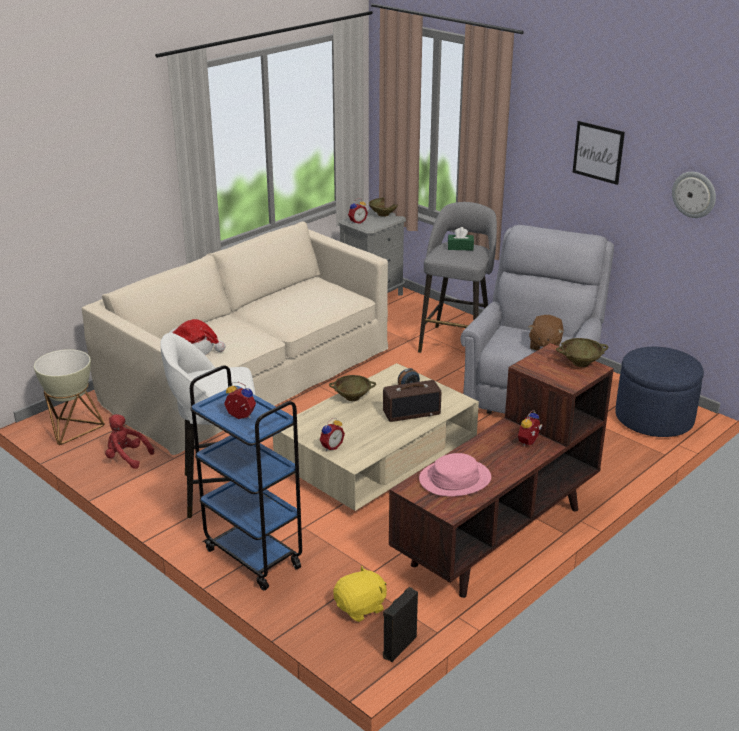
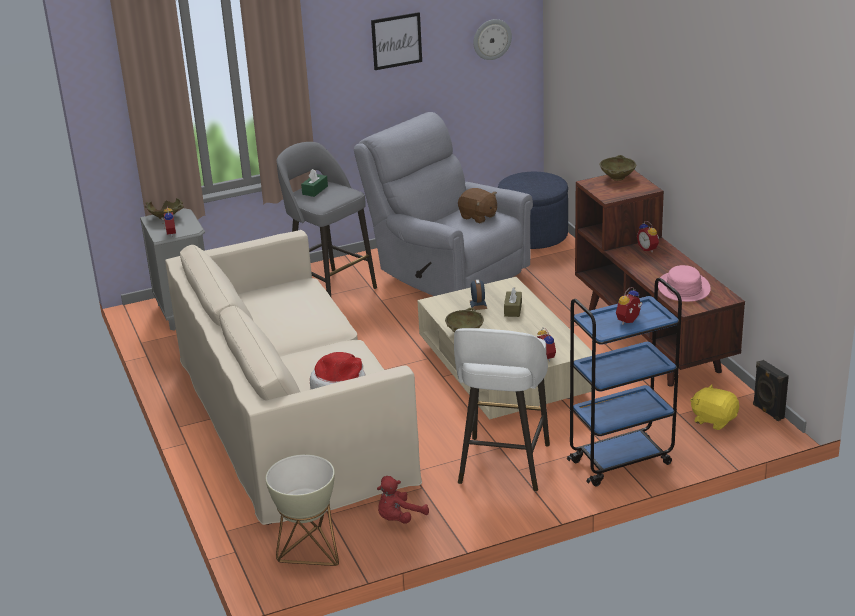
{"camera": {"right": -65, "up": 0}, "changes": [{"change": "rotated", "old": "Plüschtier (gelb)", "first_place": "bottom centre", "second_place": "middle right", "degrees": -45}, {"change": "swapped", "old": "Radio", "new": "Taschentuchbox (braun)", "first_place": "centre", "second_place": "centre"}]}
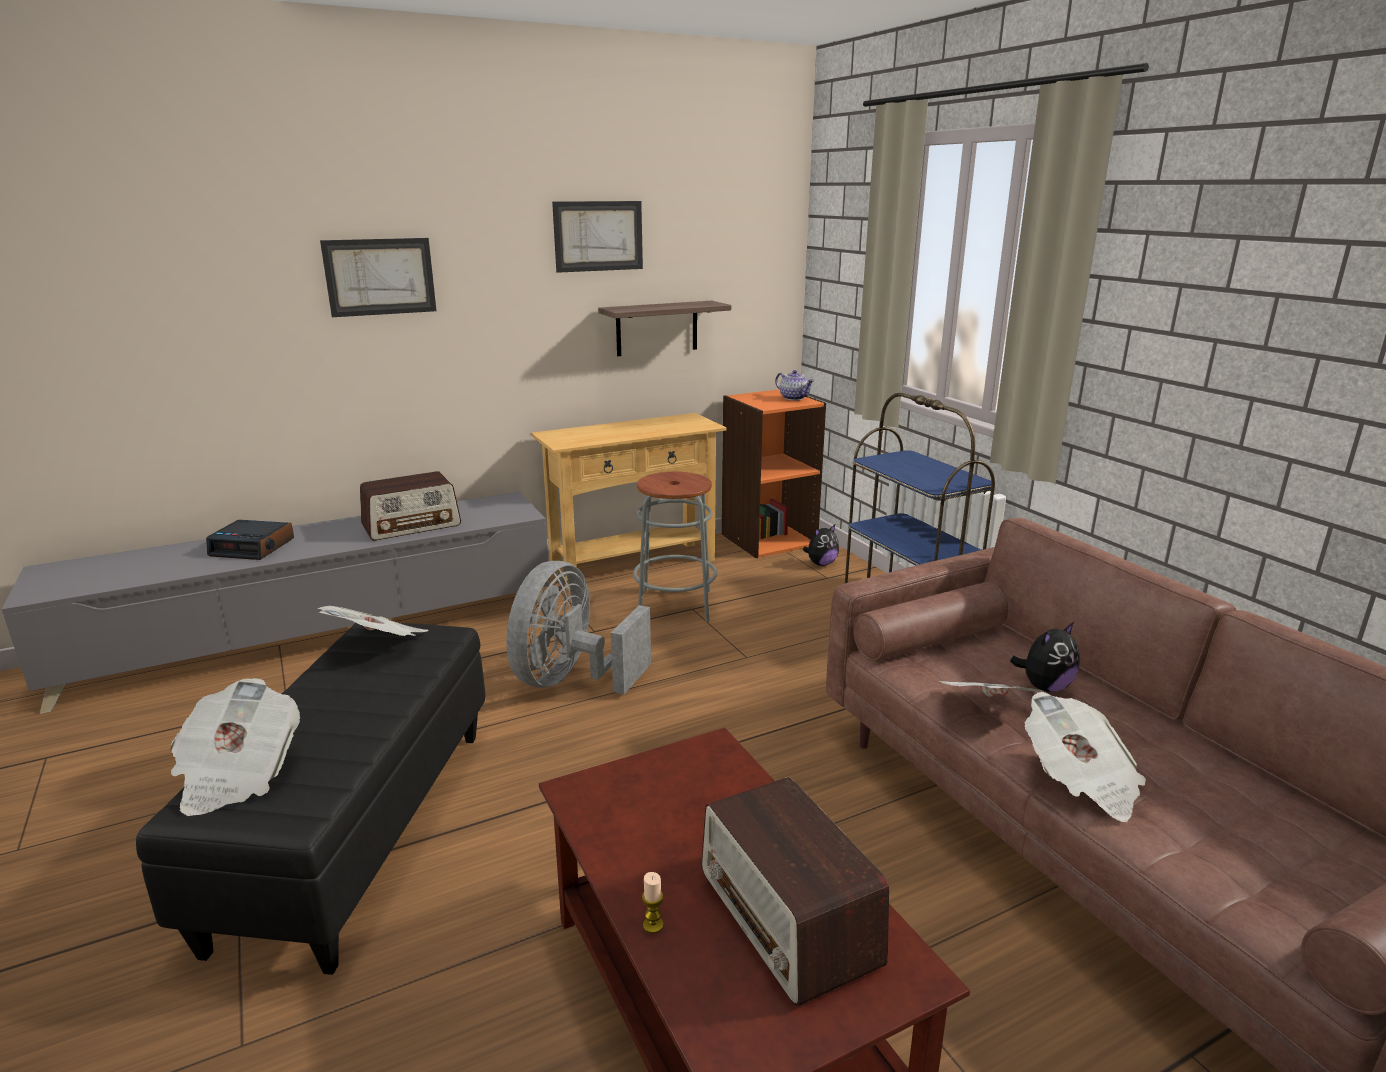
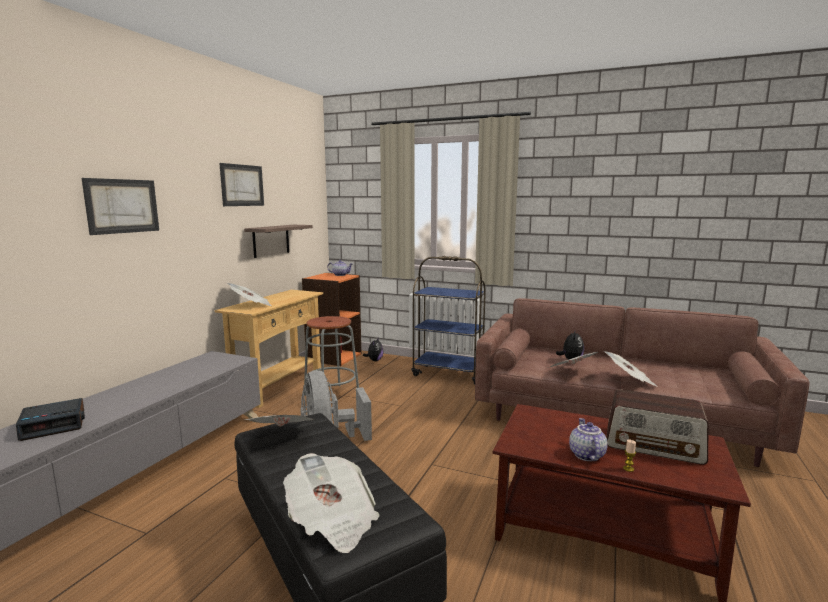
{"camera": {"right": -40, "up": -10}, "changes": [{"change": "gone", "old": "Radio (no. 1 from left)", "first_place": "middle left"}, {"change": "new", "new": "Zeitung (no. 1 from left)", "second_place": "middle left"}, {"change": "new", "new": "Teekanne (no. 2 from left)", "second_place": "bottom right"}]}
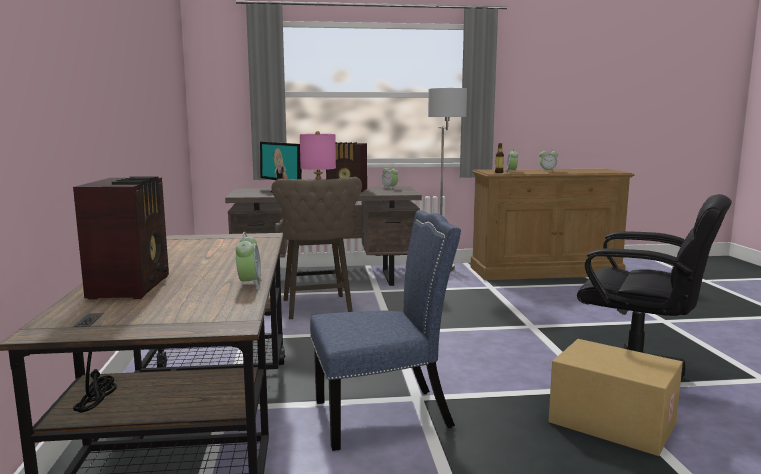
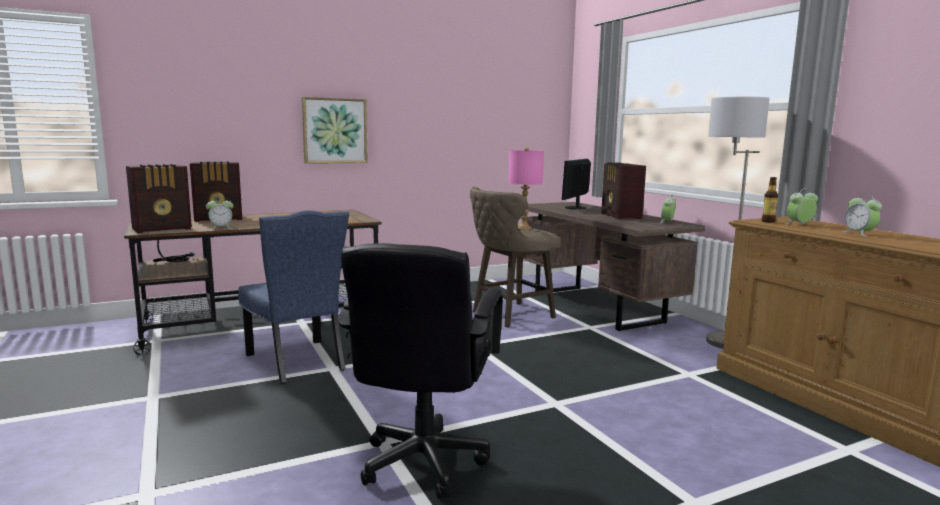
{"camera": {"right": 70, "up": 0}, "changes": [{"change": "gone", "old": "Karton", "first_place": "bottom right"}, {"change": "new", "new": "Radio (no. 1 from left)", "second_place": "middle left"}, {"change": "new", "new": "Bild", "second_place": "top centre"}]}
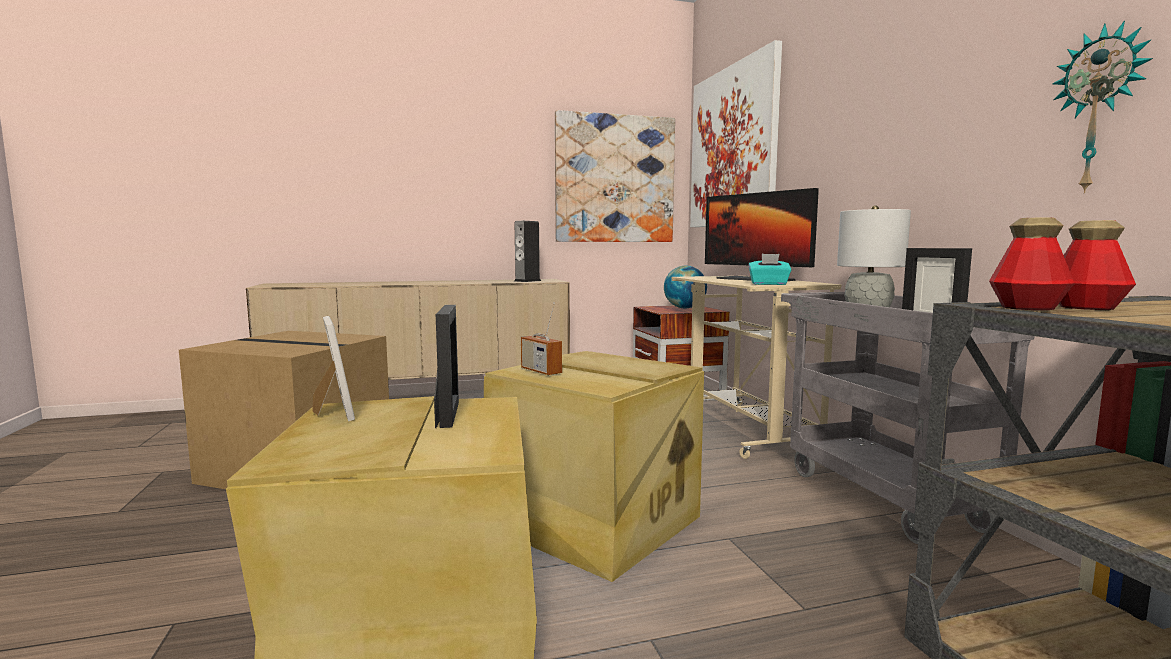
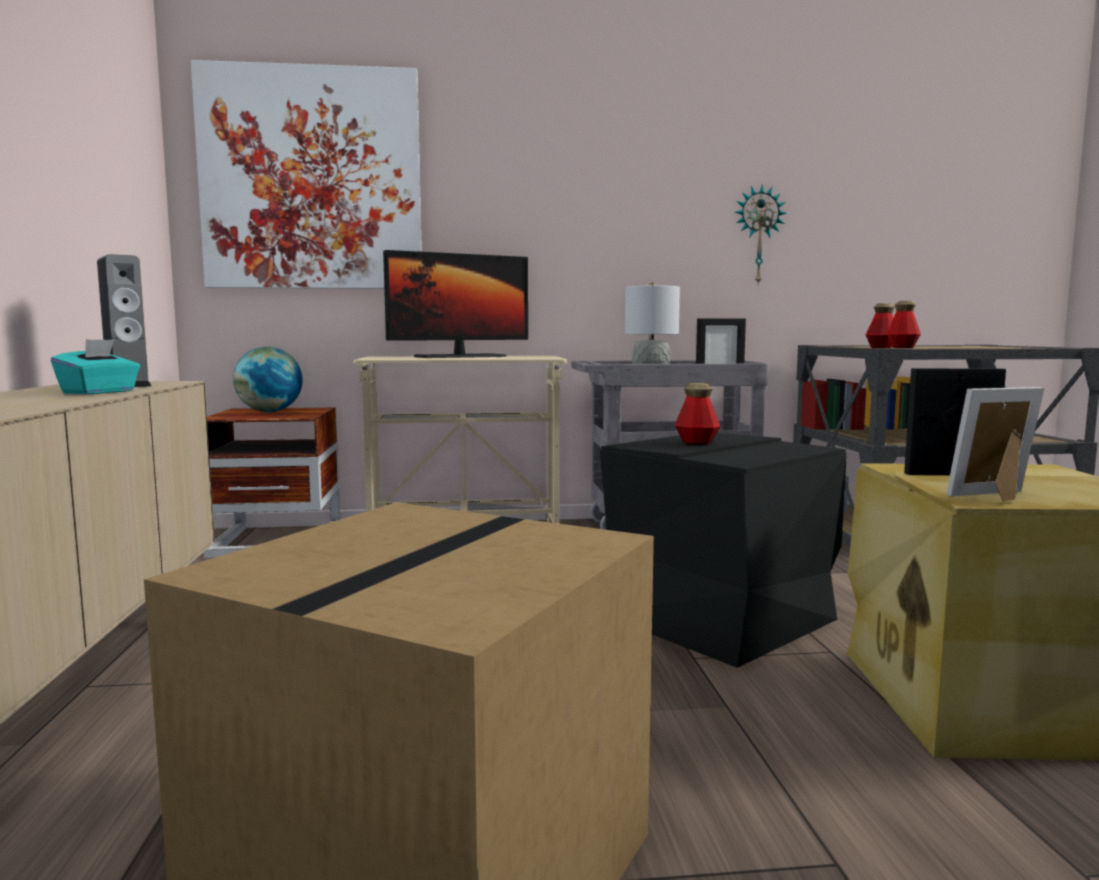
{"camera": {"right": -80, "up": 0}, "changes": [{"change": "repainted", "old": "Aufbewahrungsbox (beige) (no. 2 from left)", "new": "Aufbewahrungsbox (schwarz)", "first_place": "bottom centre", "second_place": "centre"}, {"change": "gone", "old": "Radio", "first_place": "centre"}, {"change": "gone", "old": "Bild (no. 1 from left)", "first_place": "top centre"}, {"change": "shifted", "old": "Taschentuchbox (türkis)", "first_place": "centre", "second_place": "middle left"}, {"change": "new", "new": "Flasche (no. 1 from left)", "second_place": "centre"}]}
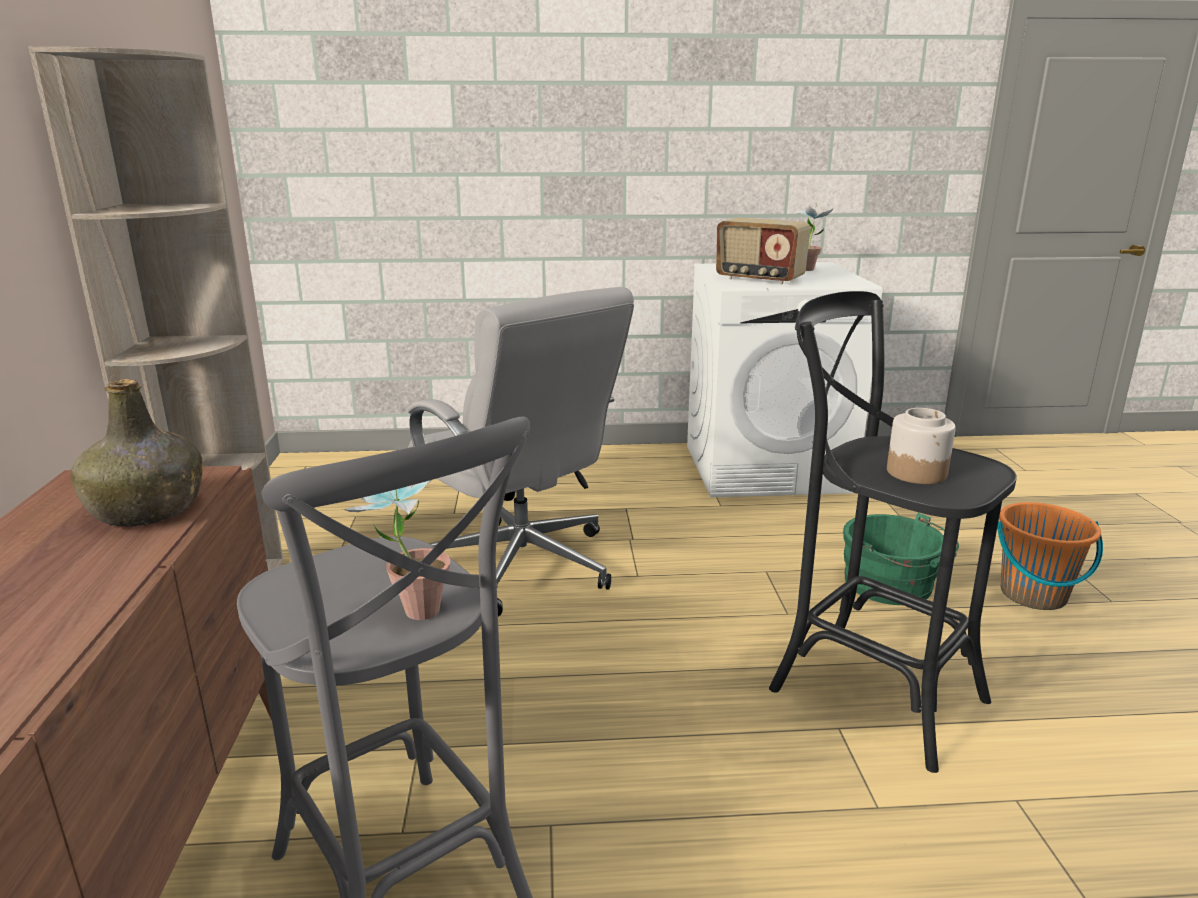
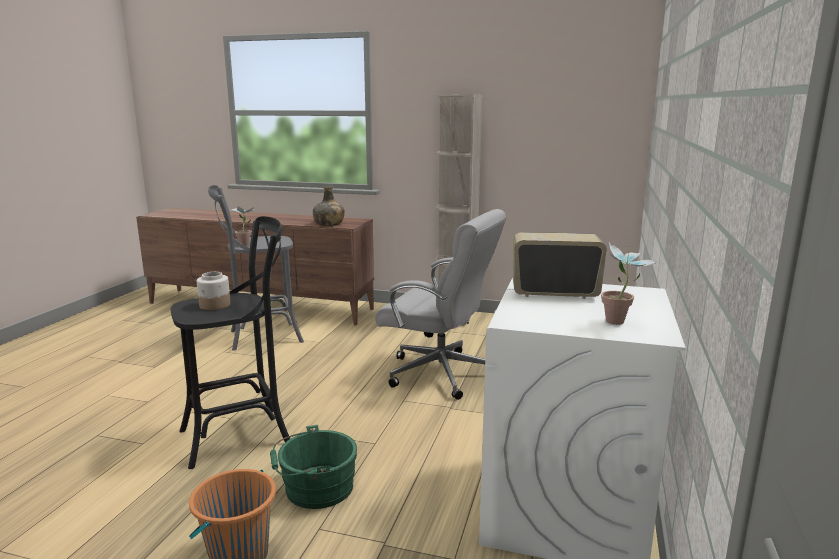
{"camera": {"right": 110, "up": -5}, "changes": [{"change": "rotated", "old": "Bürostuhl (grau)", "first_place": "centre", "second_place": "centre", "degrees": -135}, {"change": "rotated", "old": "Radio", "first_place": "top centre", "second_place": "middle right", "degrees": 45}]}
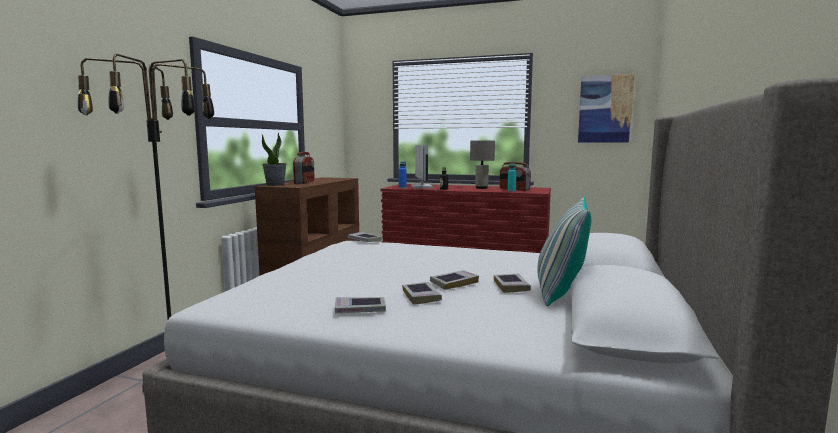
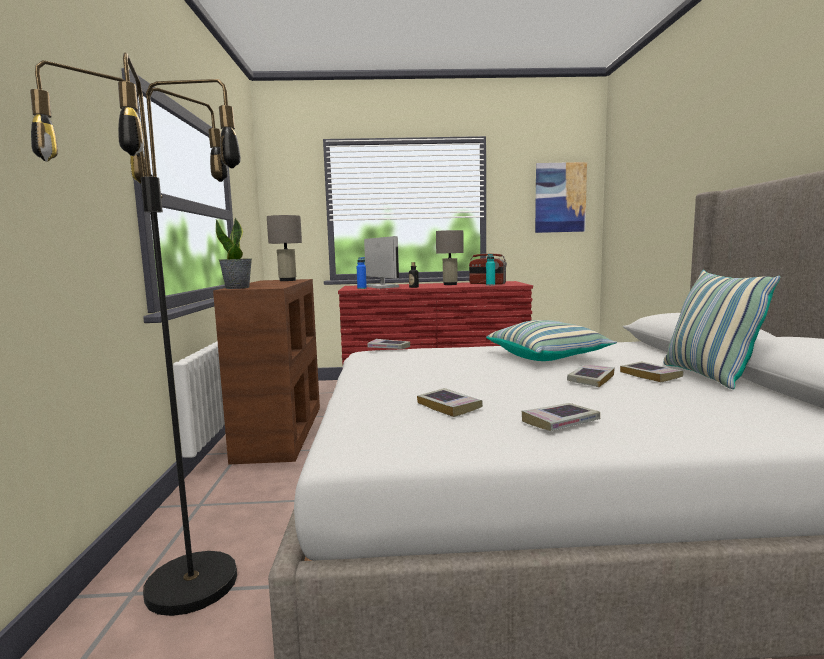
{"camera": {"right": -20, "up": 0}, "changes": [{"change": "gone", "old": "Radio (no. 1 from left)", "first_place": "centre"}, {"change": "shifted", "old": "Buch (no. 3 from left in the first image)", "new": "Buch (no. 2 from left)", "first_place": "bottom centre", "second_place": "centre"}, {"change": "new", "new": "Tischlampe (grau) (no. 1 from left)", "second_place": "centre"}, {"change": "new", "new": "Kissen (no. 1 from left)", "second_place": "middle right"}]}
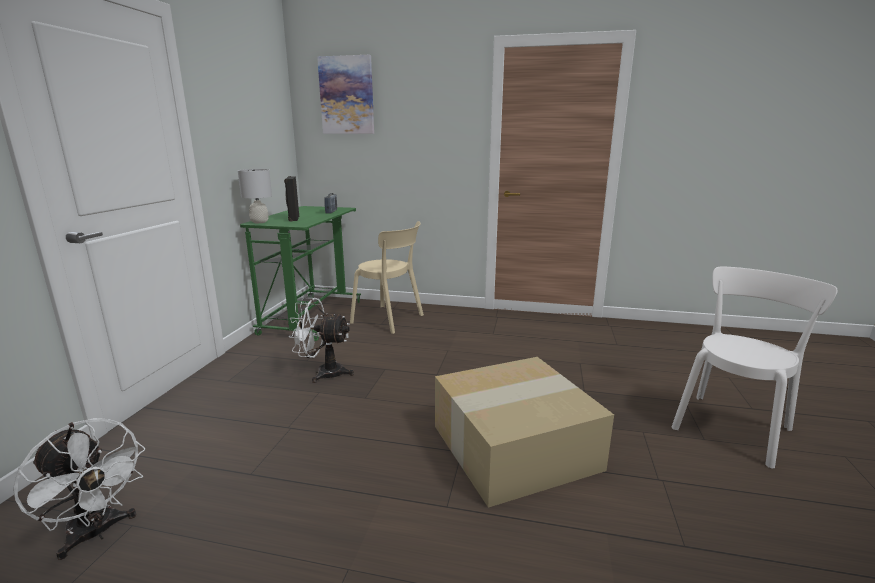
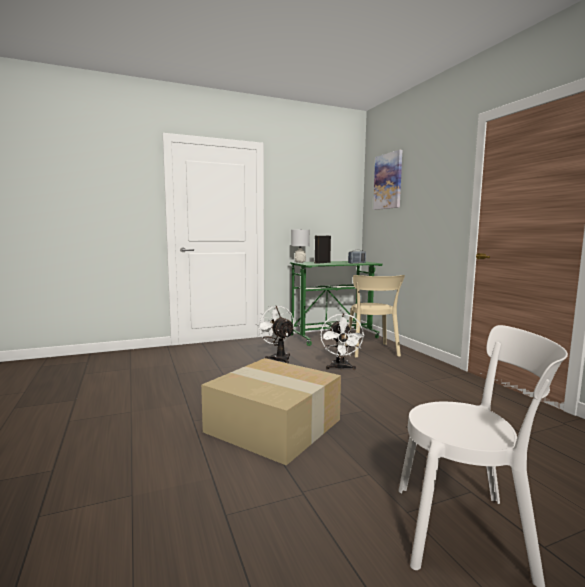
{"camera": {"right": 55, "up": -10}, "changes": [{"change": "shifted", "old": "Ventilator (weiß) (no. 1 from left in the first image)", "new": "Ventilator (weiß) (no. 2 from left)", "first_place": "bottom left", "second_place": "centre"}]}
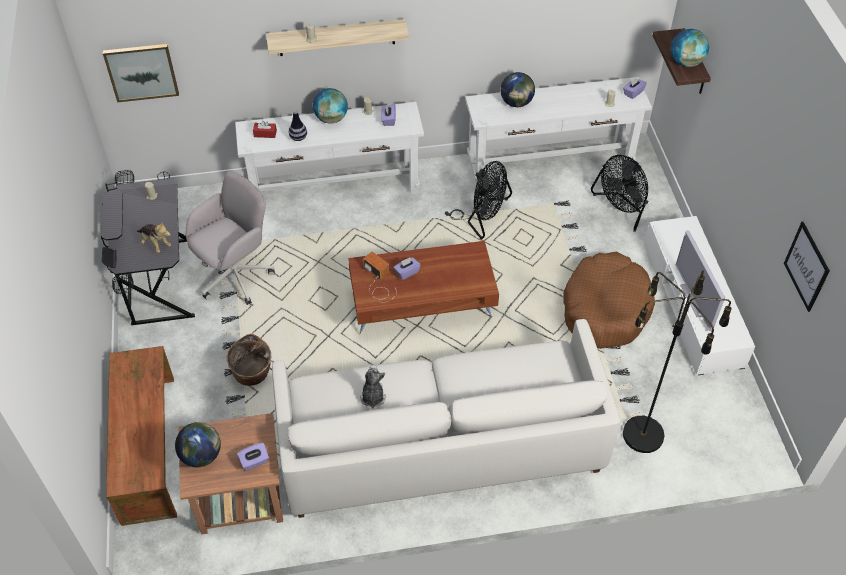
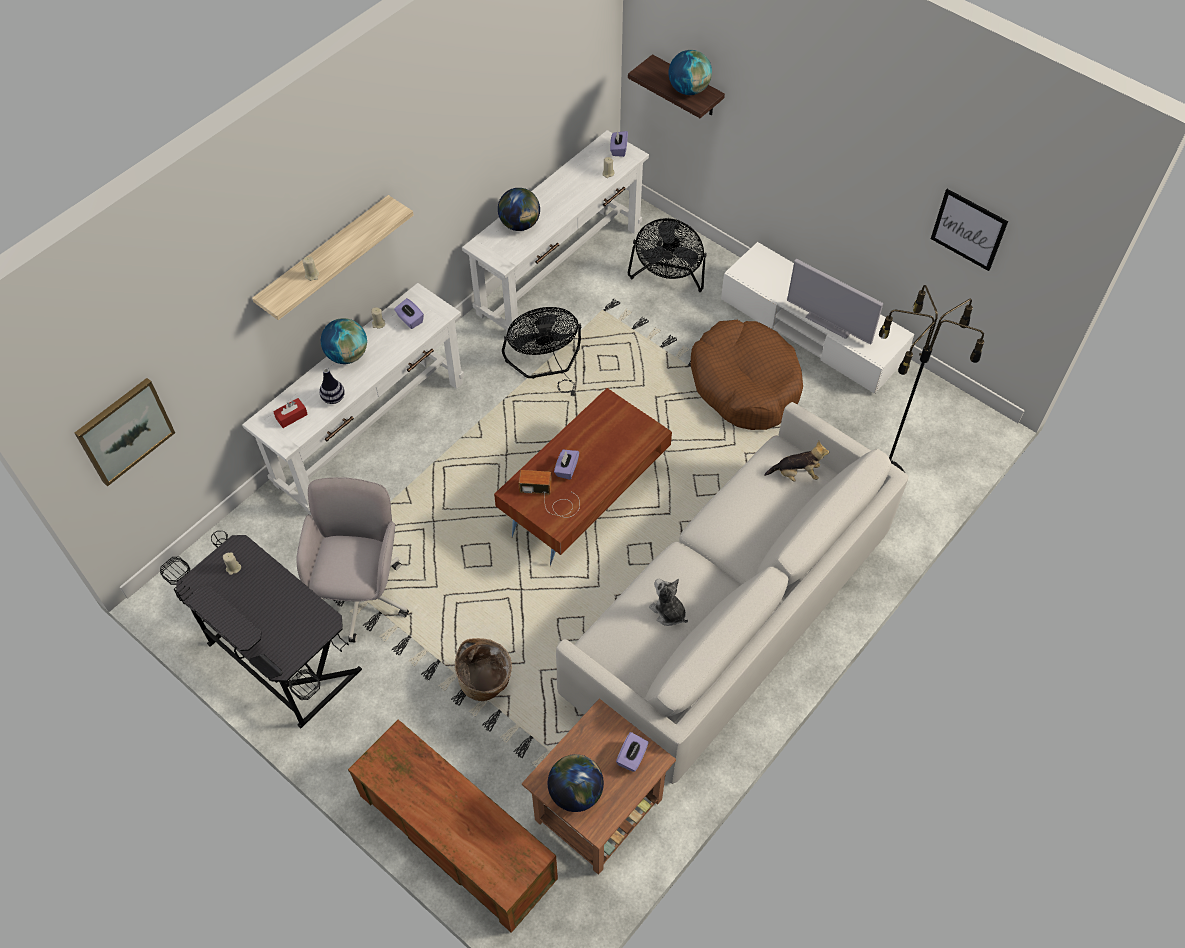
{"camera": {"right": -40, "up": 5}, "changes": [{"change": "shifted", "old": "Plüschtier (no. 1 from left in the first image)", "new": "Plüschtier (no. 2 from left)", "first_place": "middle left", "second_place": "middle right"}, {"change": "rotated", "old": "Ventilator (schwarz) (no. 1 from left)", "first_place": "centre", "second_place": "centre", "degrees": -90}]}
